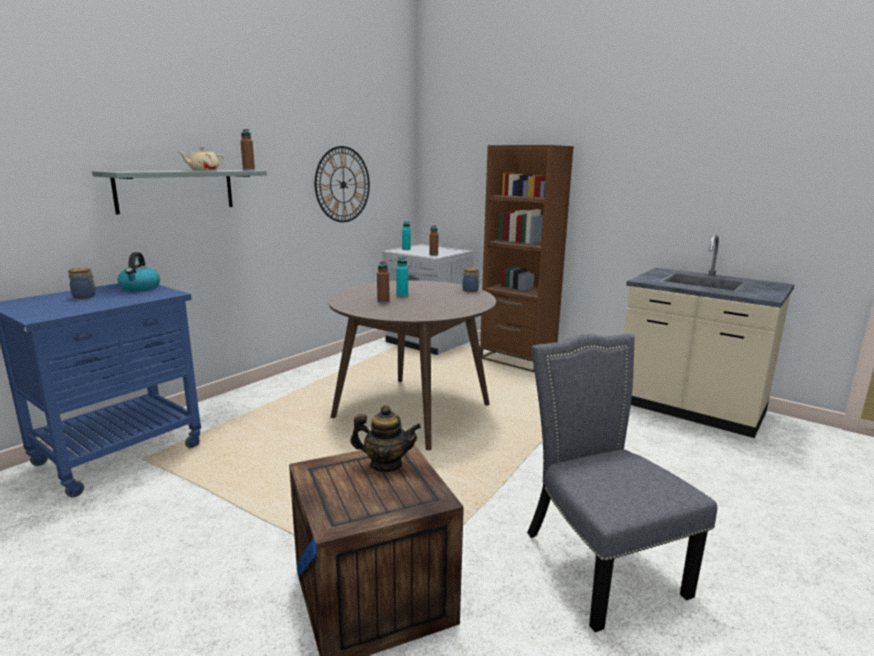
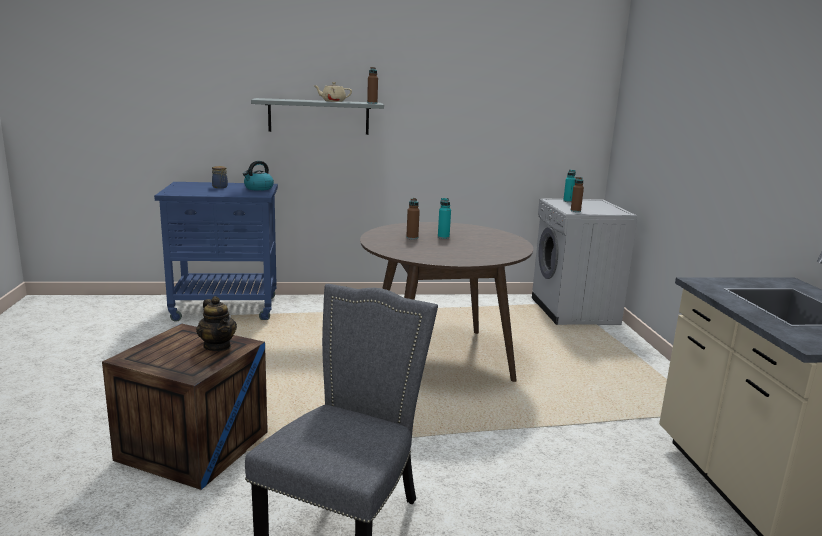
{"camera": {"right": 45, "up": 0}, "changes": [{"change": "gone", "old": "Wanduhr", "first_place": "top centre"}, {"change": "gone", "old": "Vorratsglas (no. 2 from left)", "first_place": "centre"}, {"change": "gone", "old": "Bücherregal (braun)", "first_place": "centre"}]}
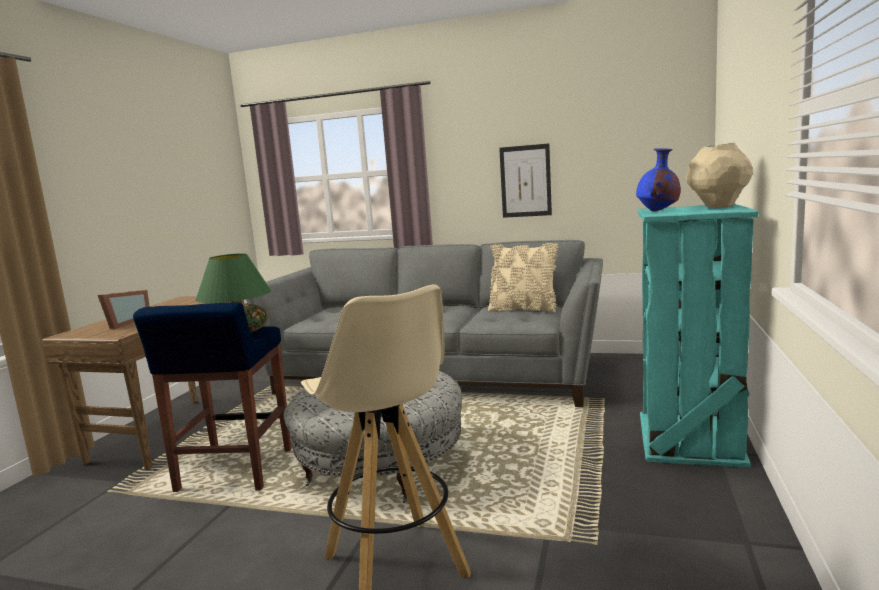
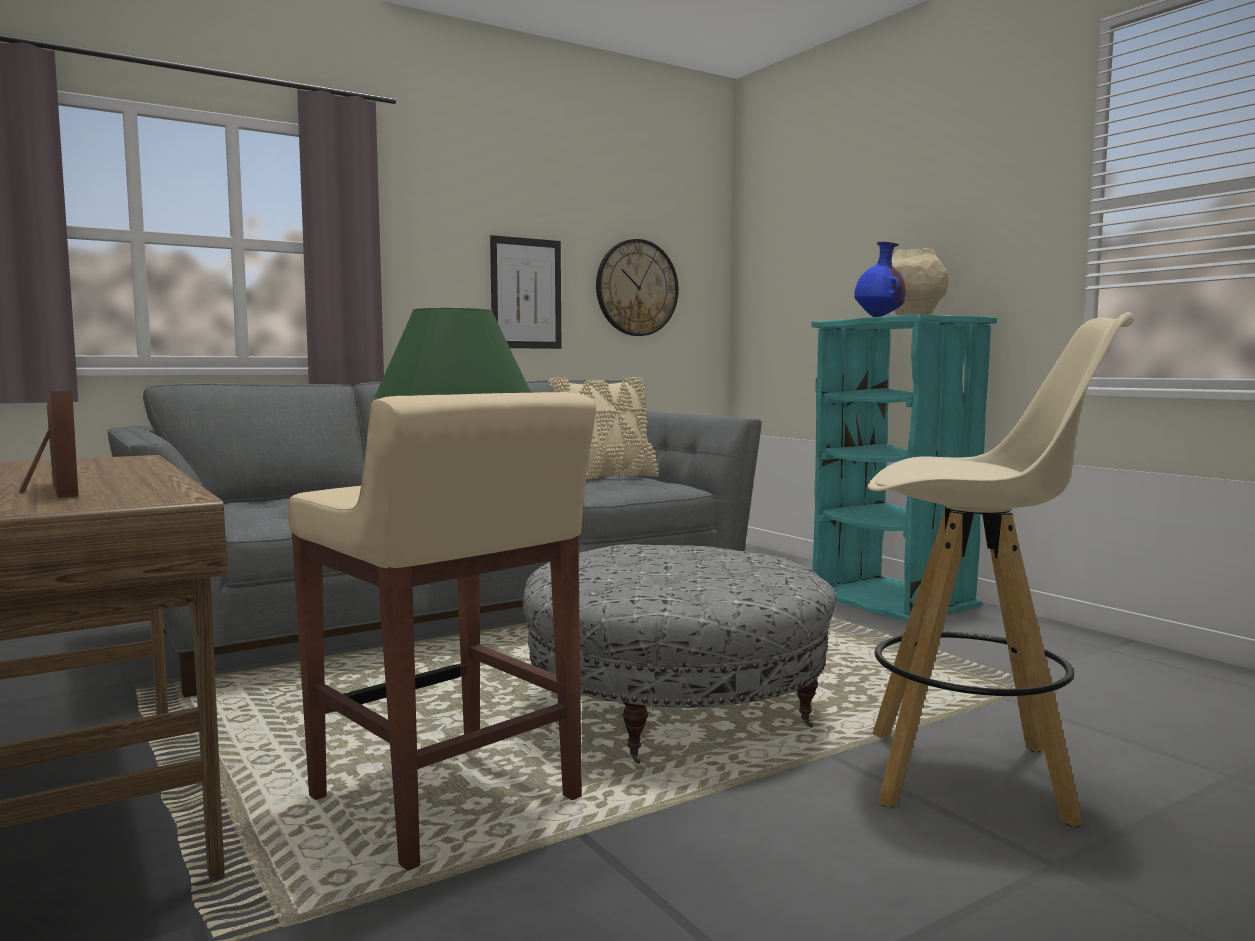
{"camera": {"right": -50, "up": -5}, "changes": [{"change": "repainted", "old": "Hocker (blau)", "new": "Hocker (beige) (no. 1 from left)", "first_place": "bottom left", "second_place": "bottom centre"}, {"change": "new", "new": "Wanduhr", "second_place": "top centre"}]}
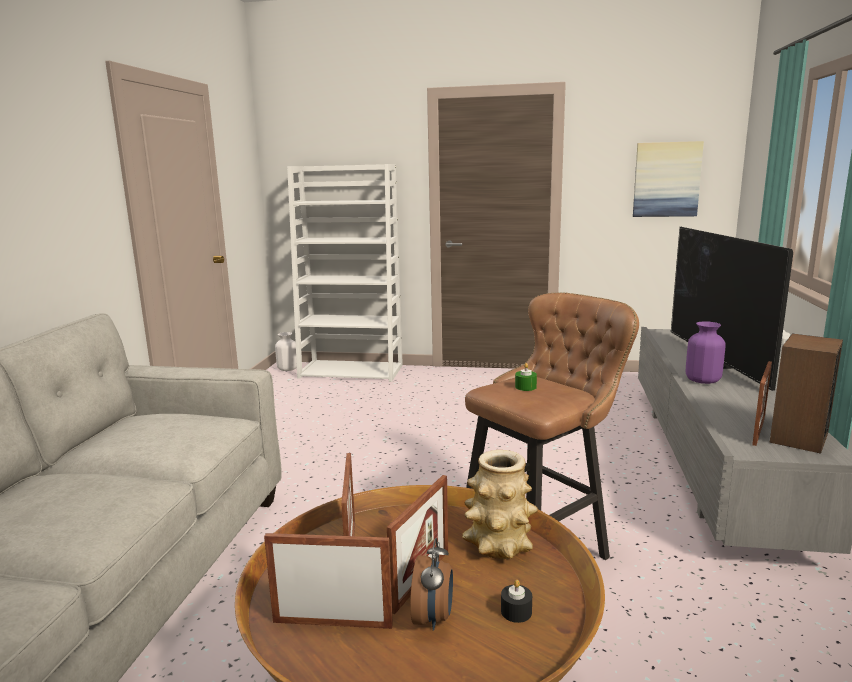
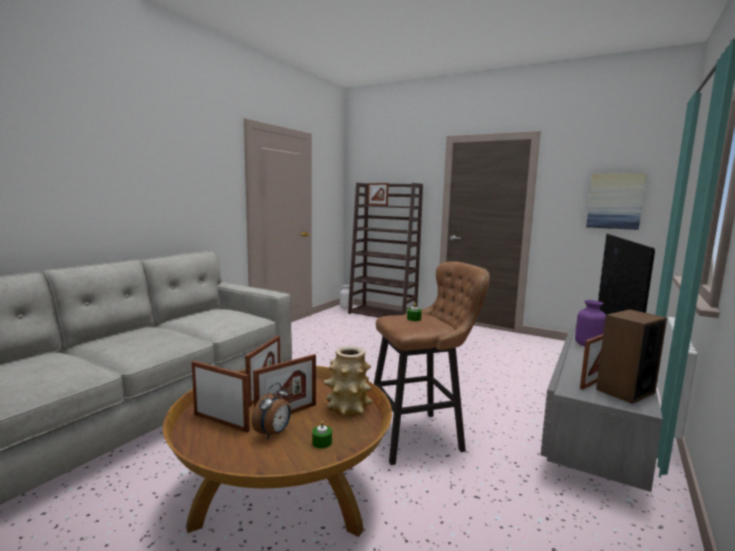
{"camera": {"right": 20, "up": -5}, "changes": [{"change": "repainted", "old": "Bücherregal (weiß)", "new": "Bücherregal (braun)", "first_place": "centre", "second_place": "centre"}, {"change": "repainted", "old": "Kerze (schwarz)", "new": "Kerze (grün) (no. 1 from left)", "first_place": "bottom centre", "second_place": "bottom centre"}, {"change": "new", "new": "Bilderrahmen (no. 4 from left)", "second_place": "centre"}]}
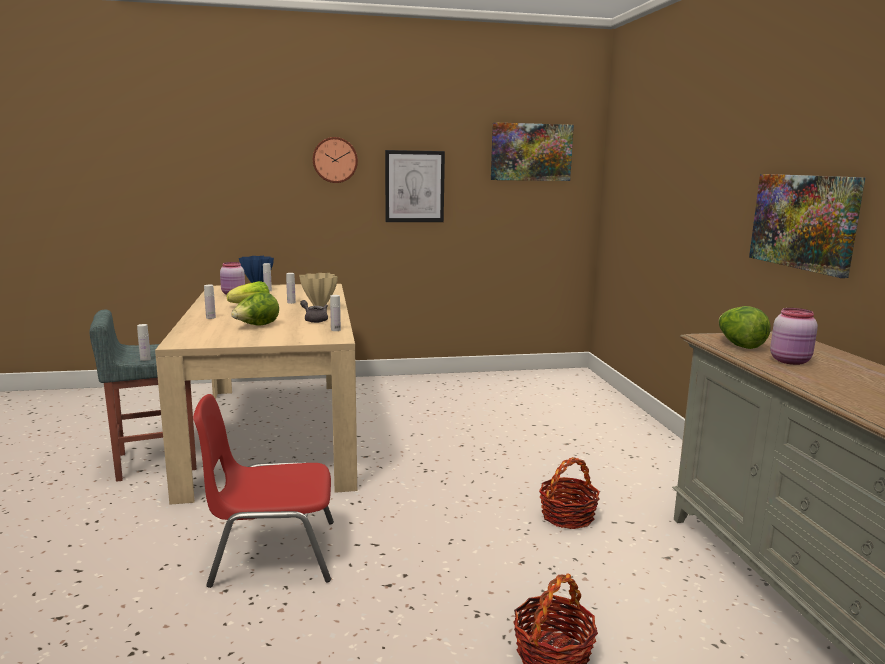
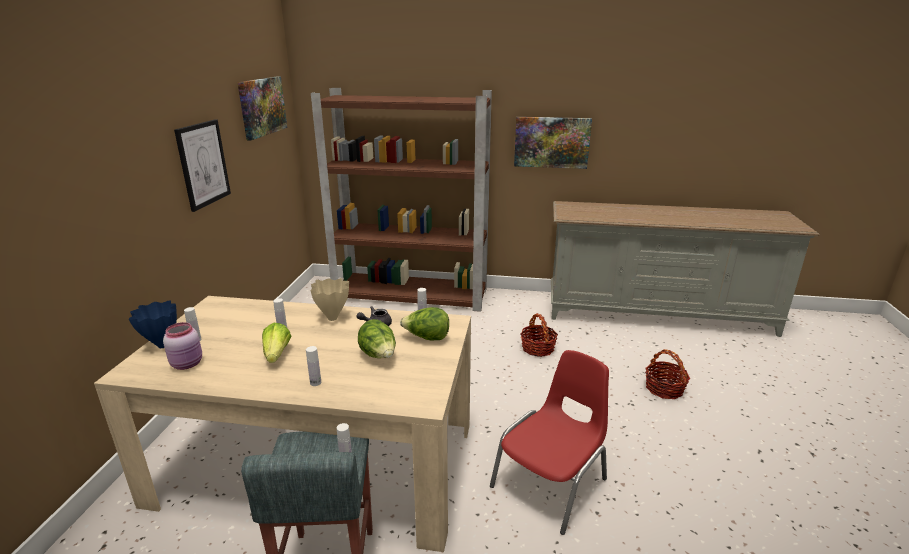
{"camera": {"right": -70, "up": 10}, "changes": [{"change": "rotated", "old": "Stuhl (rot)", "first_place": "bottom left", "second_place": "bottom centre", "degrees": -150}, {"change": "gone", "old": "Wanduhr", "first_place": "top centre"}, {"change": "shifted", "old": "Salatkopf (no. 3 from left)", "first_place": "middle right", "second_place": "centre"}, {"change": "gone", "old": "Vorratsglas (rosa) (no. 2 from left)", "first_place": "middle right"}, {"change": "new", "new": "Bücherregal (braun)", "second_place": "centre"}]}
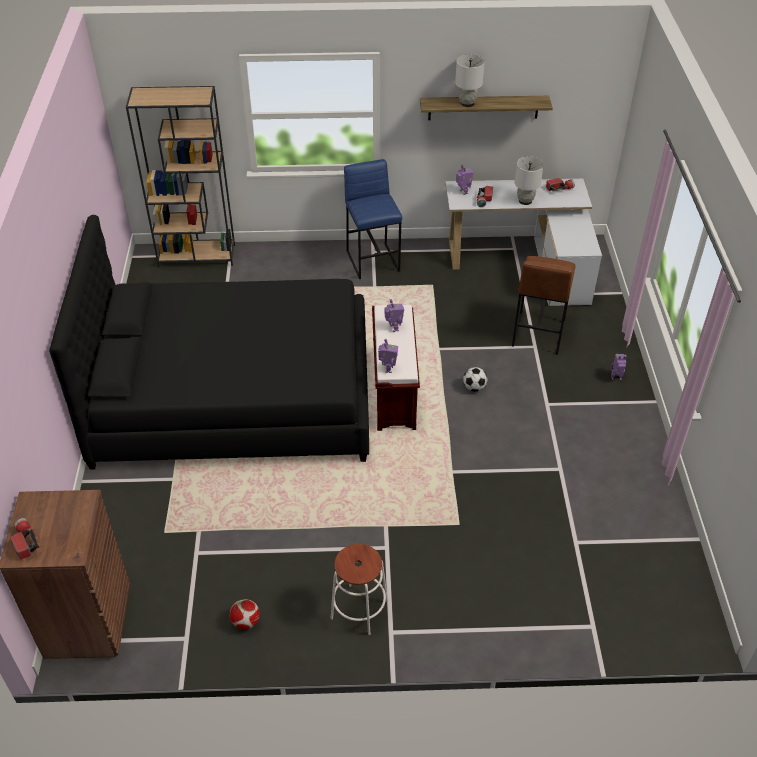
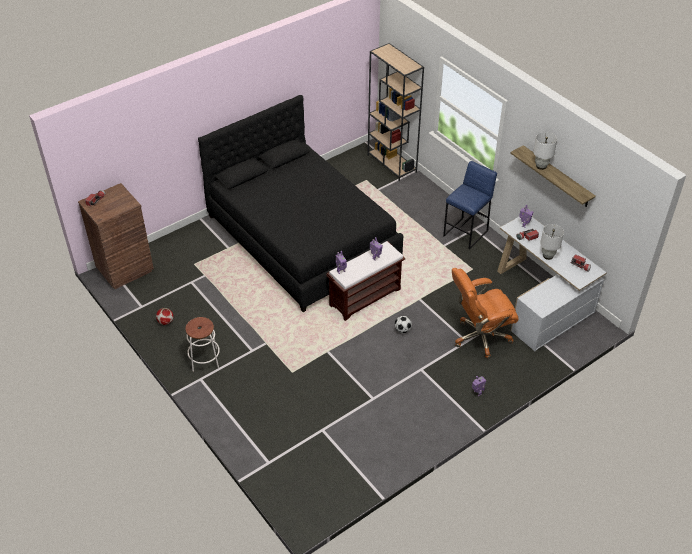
{"camera": {"right": 55, "up": 0}, "changes": [{"change": "swapped", "old": "Hocker (braun)", "new": "Bürostuhl (orange)", "first_place": "middle right", "second_place": "middle right"}]}
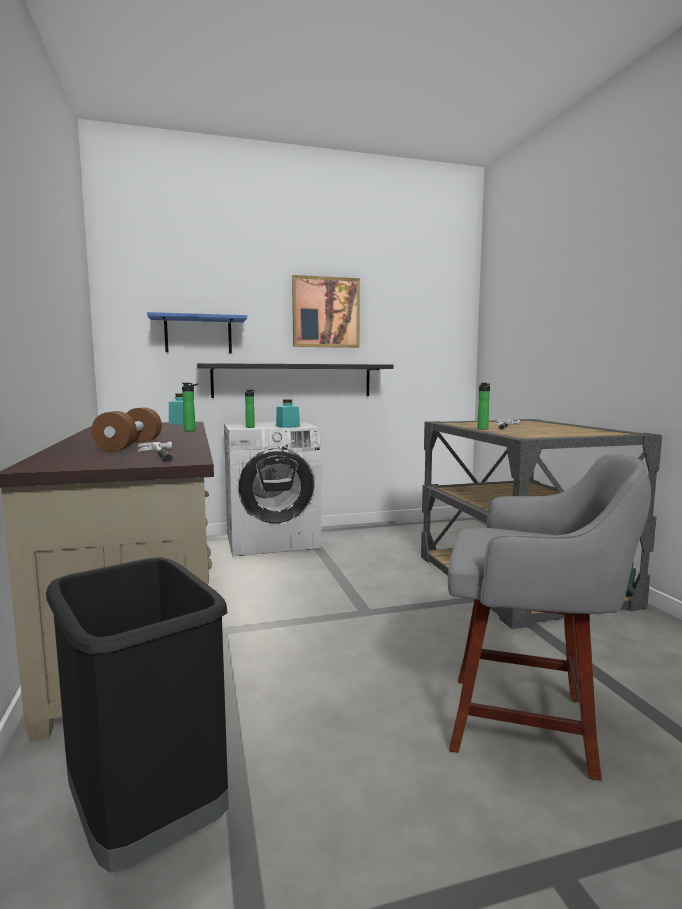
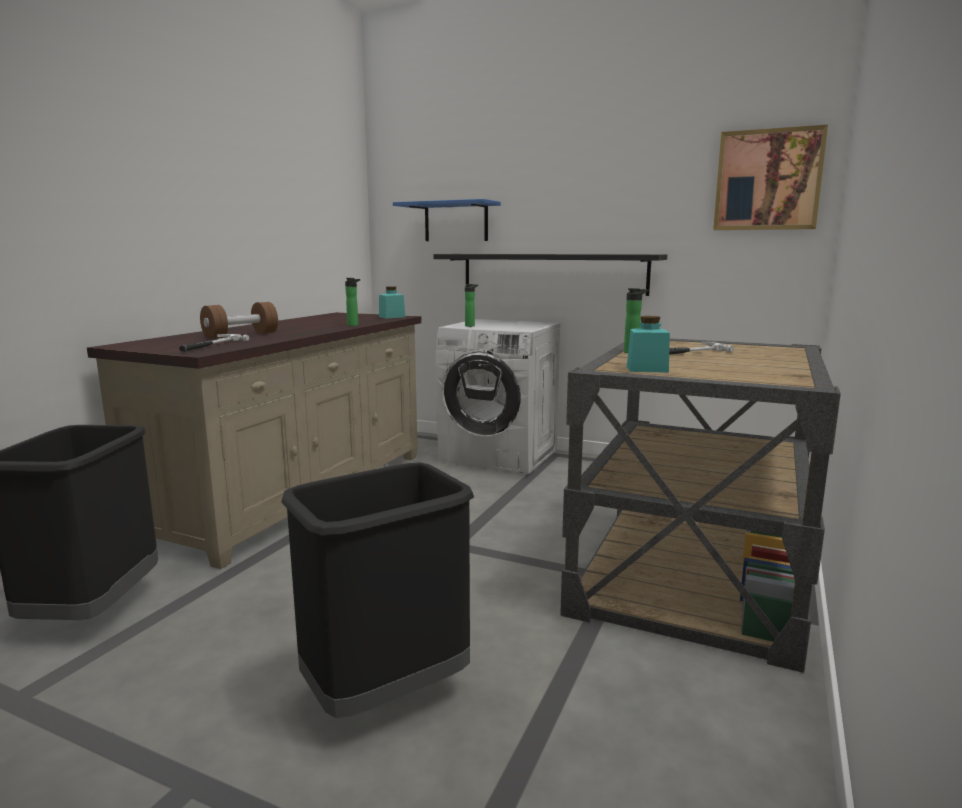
{"camera": {"right": 40, "up": 5}, "changes": [{"change": "shifted", "old": "Vorratsglas (türkis) (no. 2 from left)", "first_place": "centre", "second_place": "middle right"}, {"change": "shifted", "old": "Bild", "first_place": "centre", "second_place": "top right"}, {"change": "swapped", "old": "Hocker (grau)", "new": "Mülleimer (schwarz) (no. 2 from left)", "first_place": "bottom right", "second_place": "bottom centre"}]}
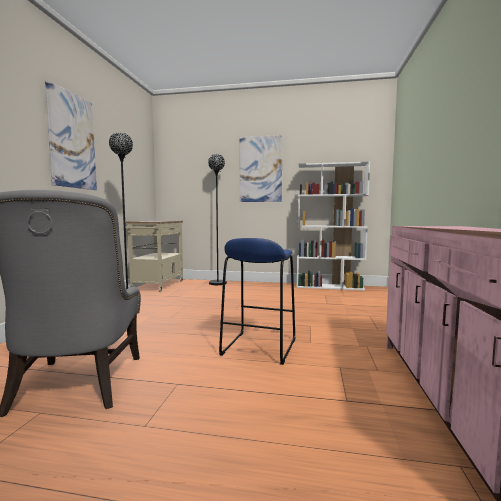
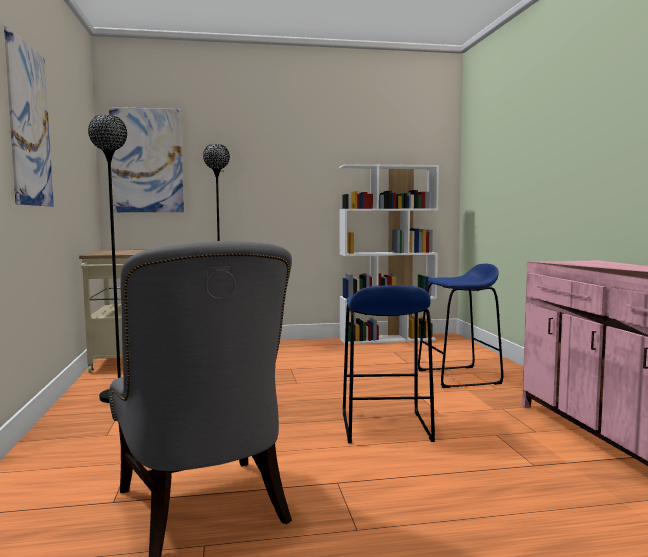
{"camera": {"right": -20, "up": 0}, "changes": [{"change": "shifted", "old": "Bild (no. 2 from left)", "first_place": "centre", "second_place": "top left"}, {"change": "new", "new": "Hocker (blau) (no. 2 from left)", "second_place": "middle right"}]}
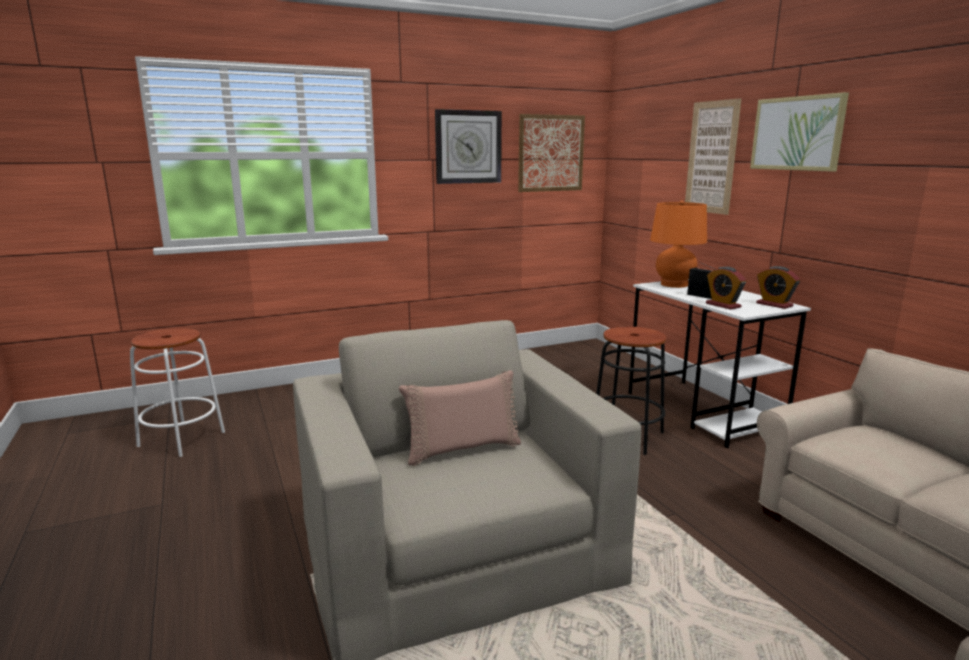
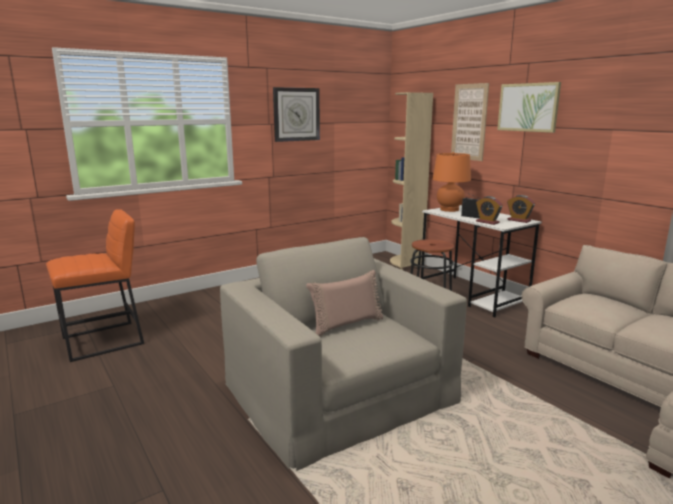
{"camera": {"right": -10, "up": 0}, "changes": [{"change": "swapped", "old": "Hocker (weiß)", "new": "Stuhl (orange)", "first_place": "middle left", "second_place": "middle left"}, {"change": "gone", "old": "Bild (no. 1 from left)", "first_place": "top centre"}, {"change": "new", "new": "Bücherregal (beige)", "second_place": "centre"}]}
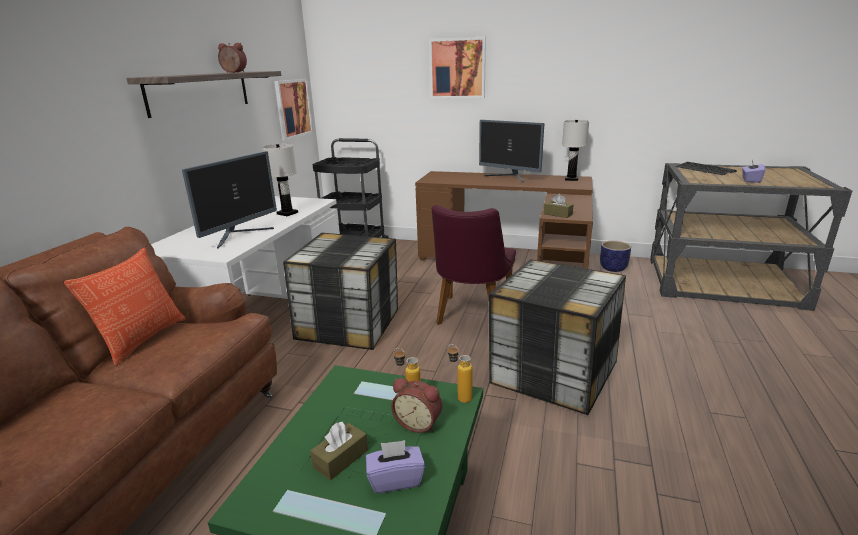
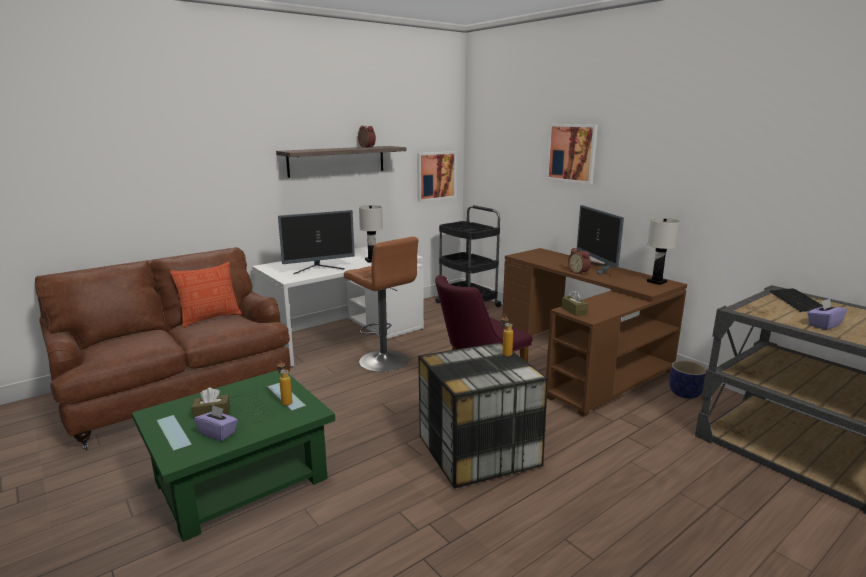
{"camera": {"right": 35, "up": -5}, "changes": [{"change": "swapped", "old": "Aufbewahrungsbox (no. 1 from left)", "new": "Hocker (braun)", "first_place": "centre", "second_place": "centre"}, {"change": "shifted", "old": "Wecker (no. 2 from left)", "first_place": "bottom centre", "second_place": "middle right"}, {"change": "shifted", "old": "Flasche (no. 2 from left)", "first_place": "bottom centre", "second_place": "centre"}]}
